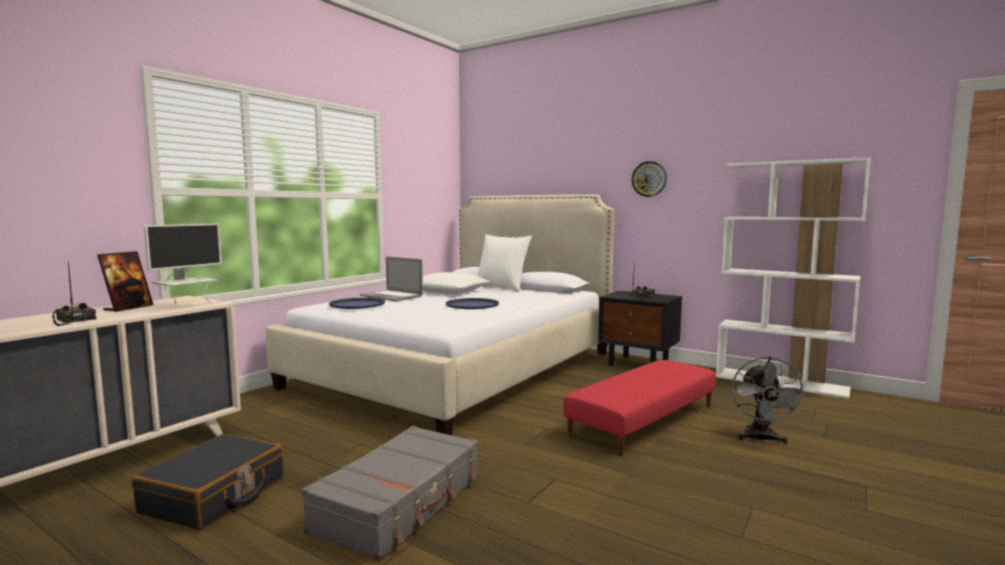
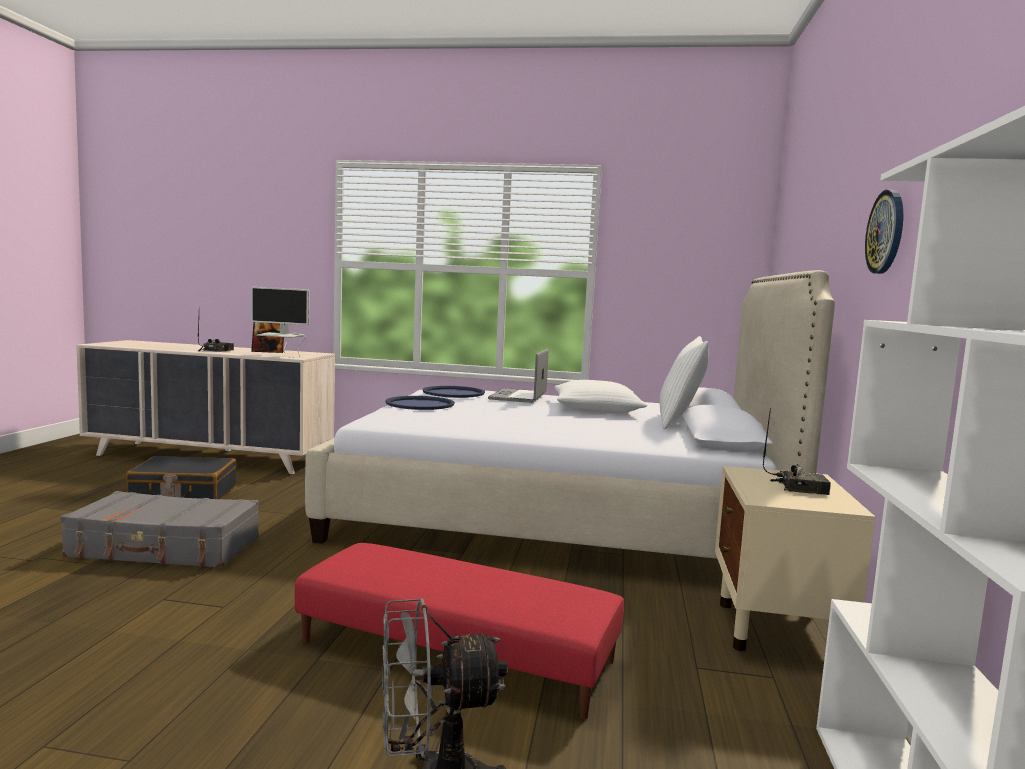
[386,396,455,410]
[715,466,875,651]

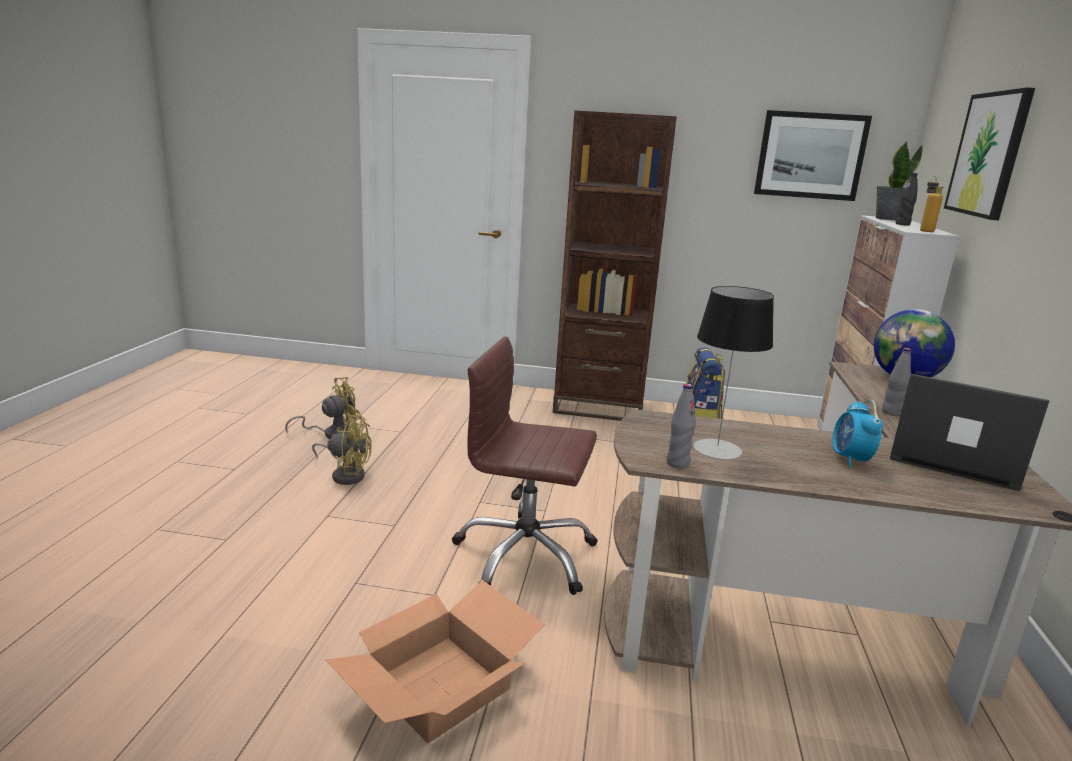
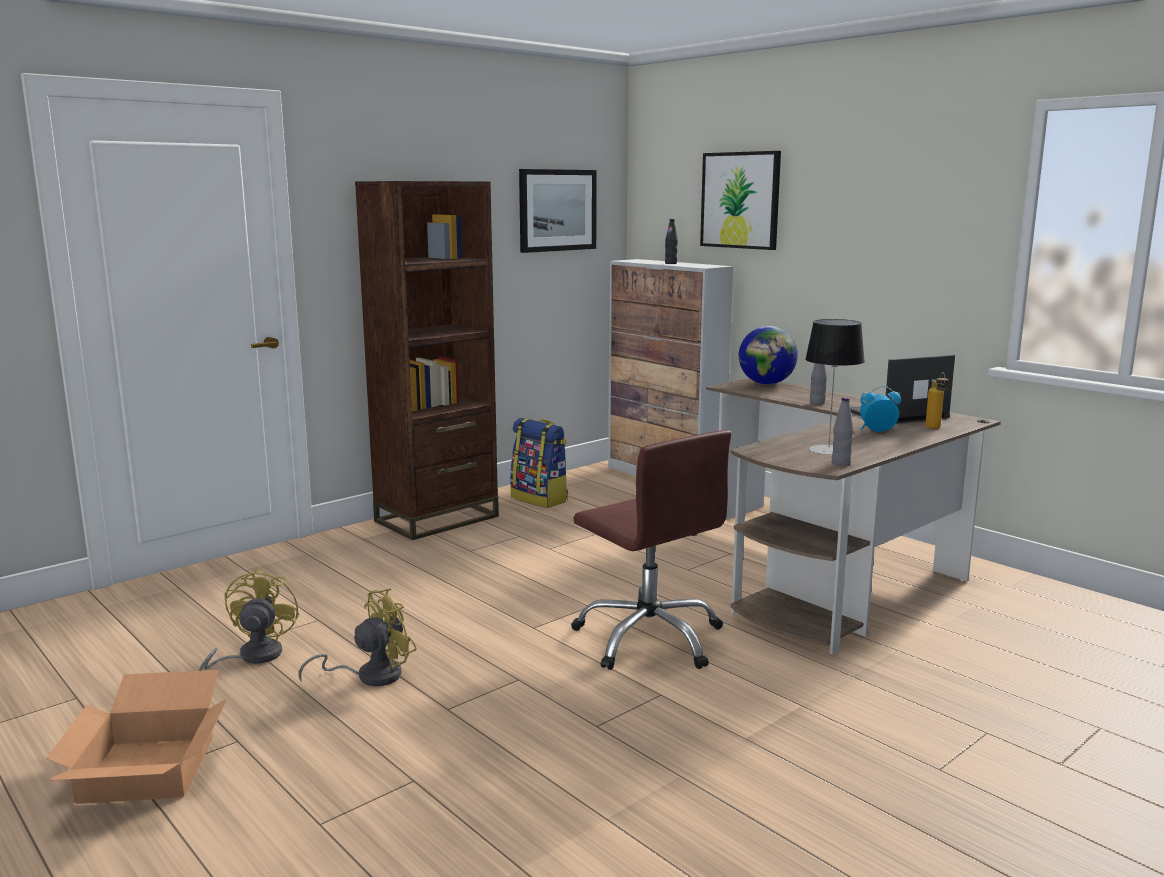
[46,670,228,804]
[571,430,731,670]
[860,386,901,432]
[925,372,948,429]
[876,140,923,221] (first image)

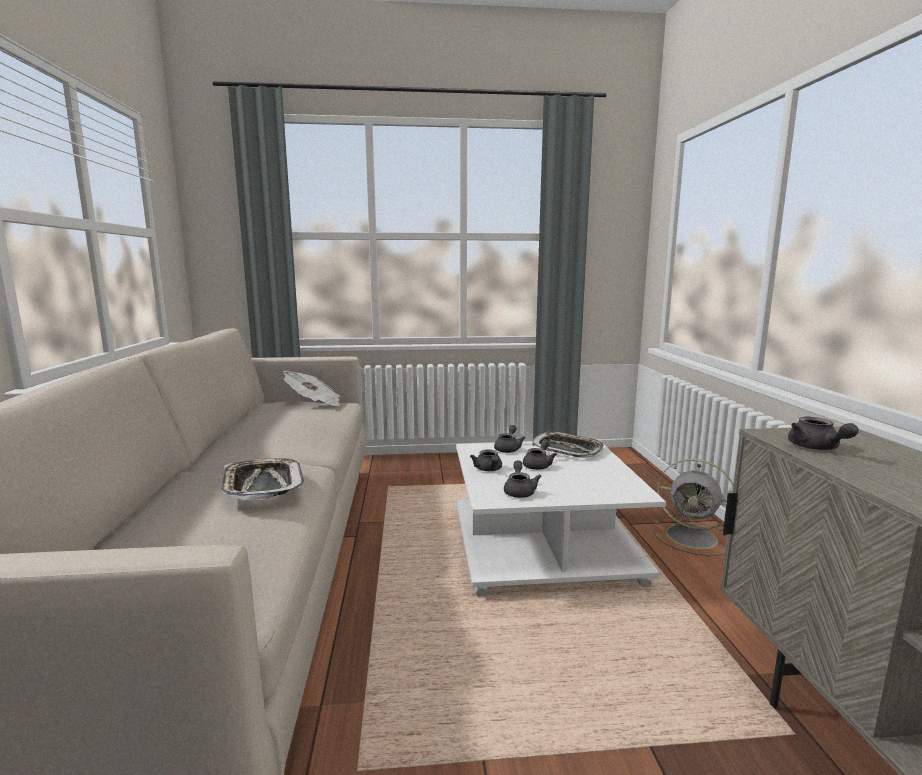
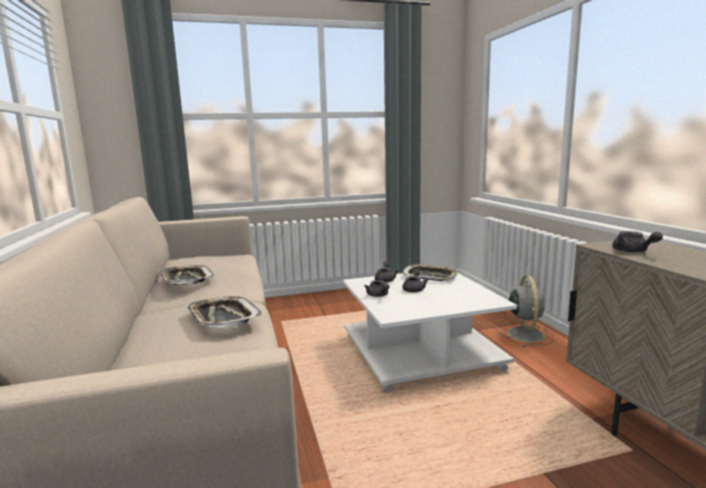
[159,265,214,285]
[497,275,554,347]
[283,371,340,406] (first image)
[504,460,542,498] (first image)

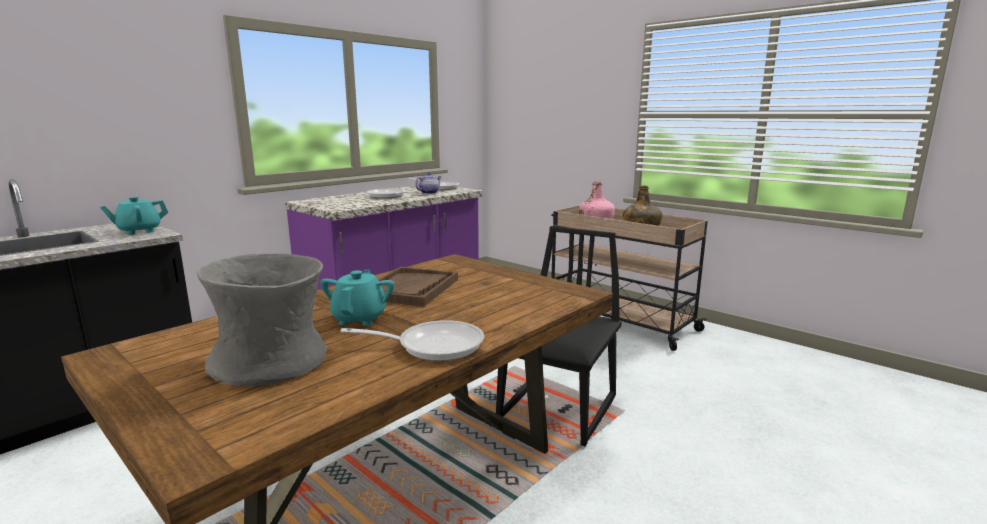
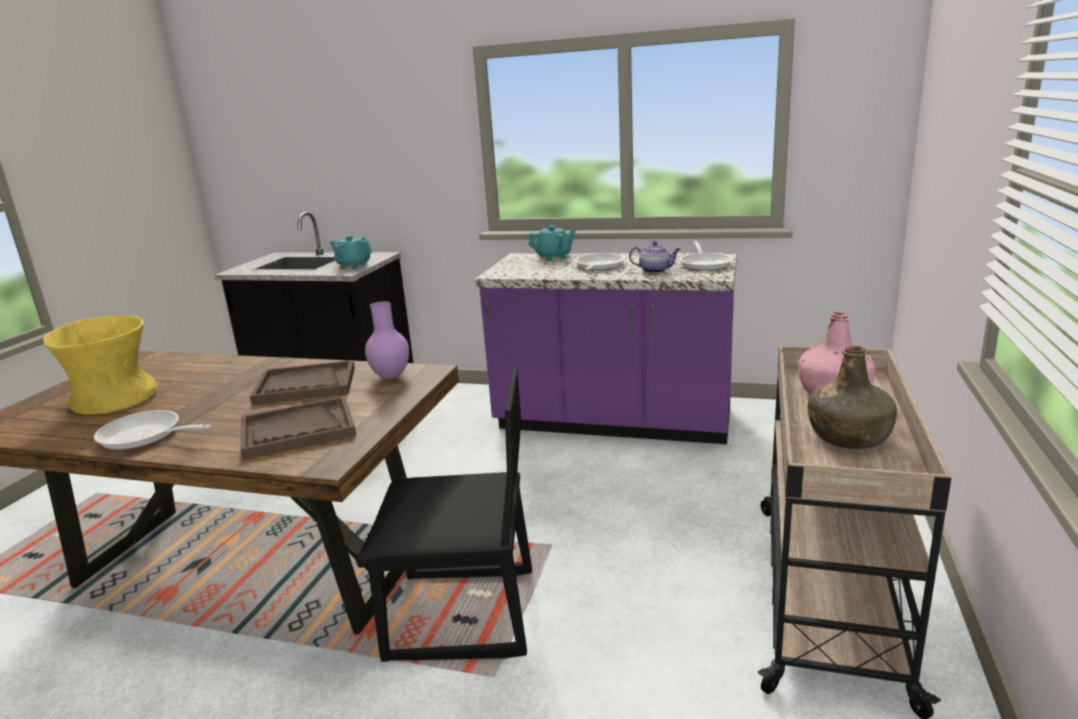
[43,315,158,414]
[94,410,212,450]
[240,396,357,460]
[365,301,409,379]
[529,225,576,261]

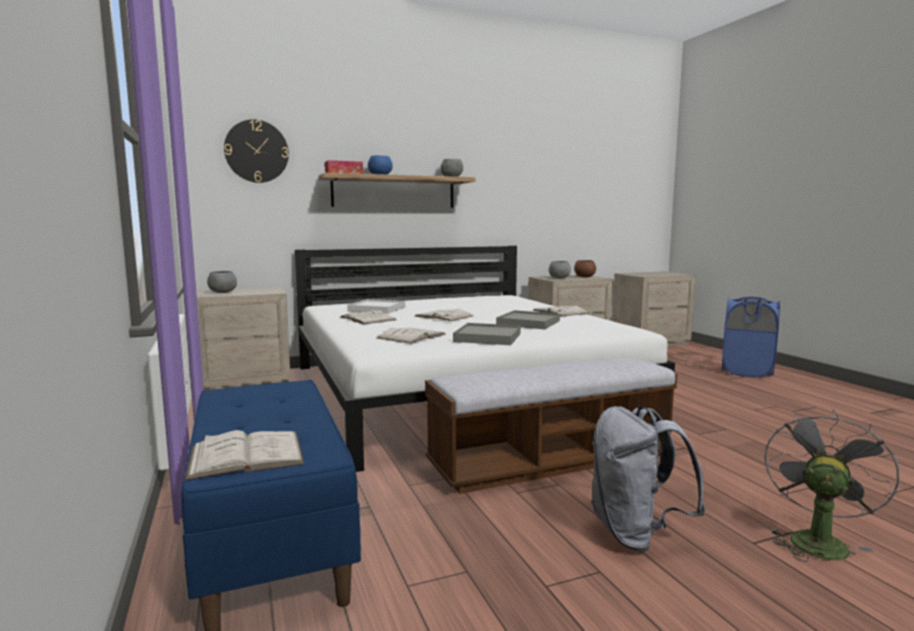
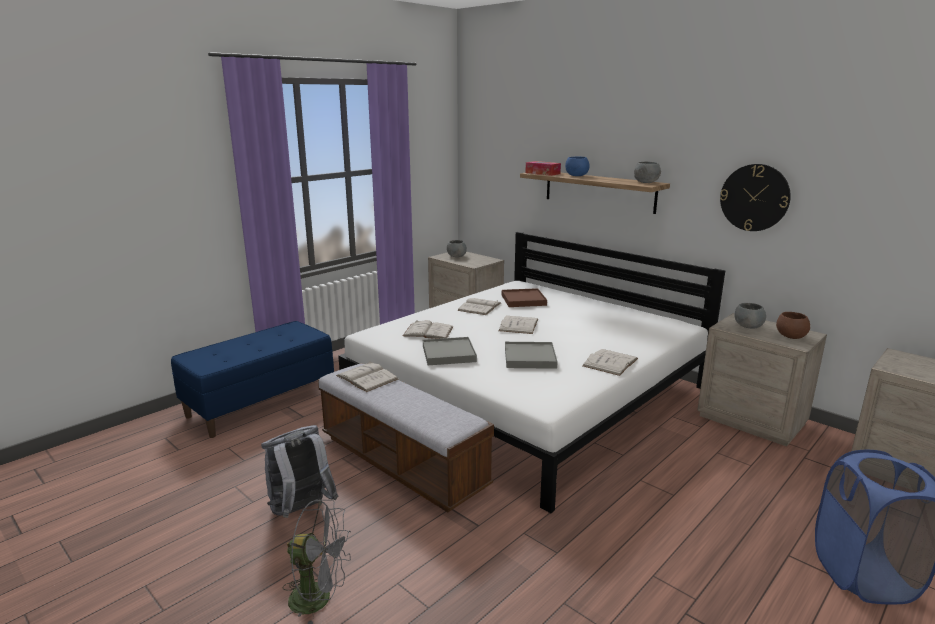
[336,361,398,392]
[502,288,547,307]
[720,164,791,231]

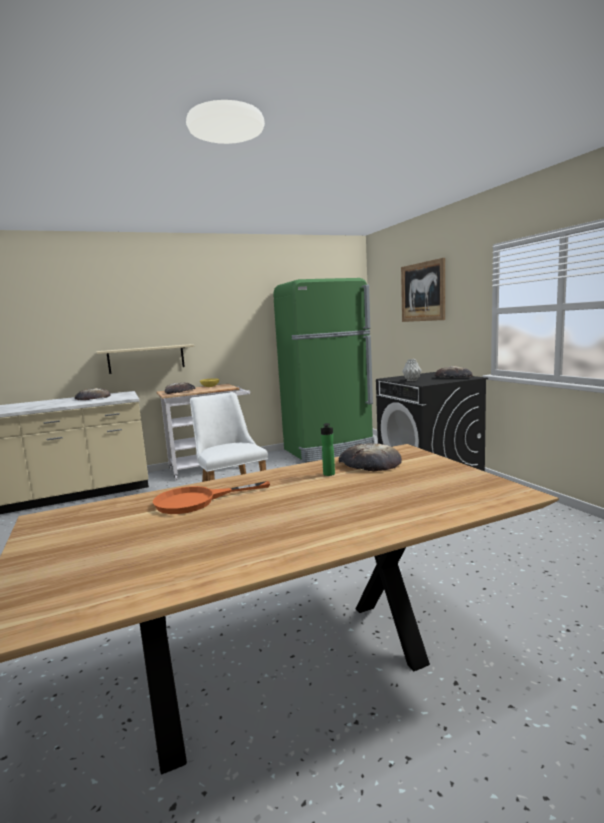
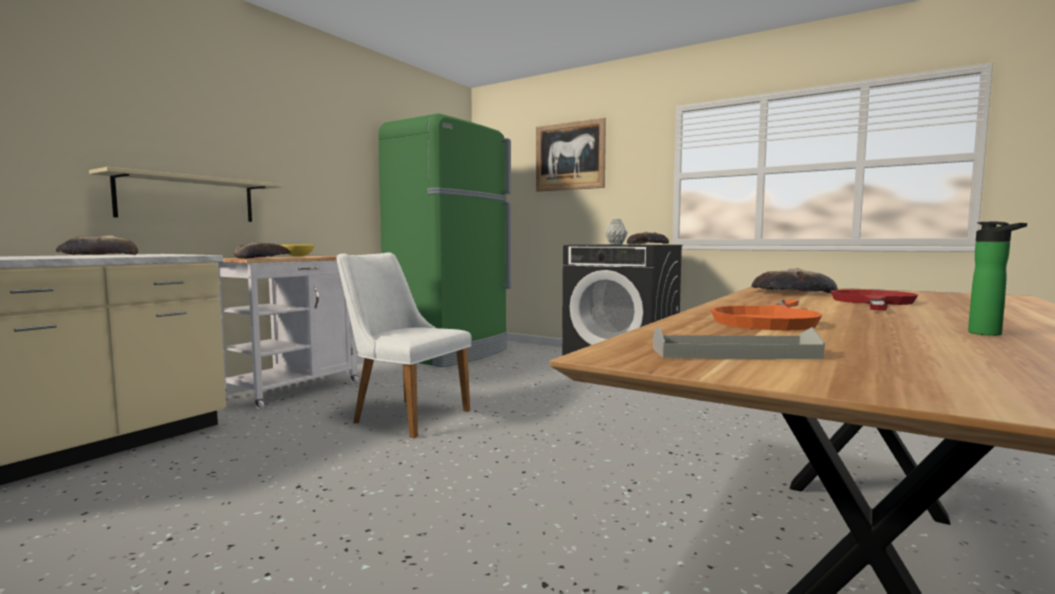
[653,327,825,359]
[830,289,919,310]
[968,222,1027,336]

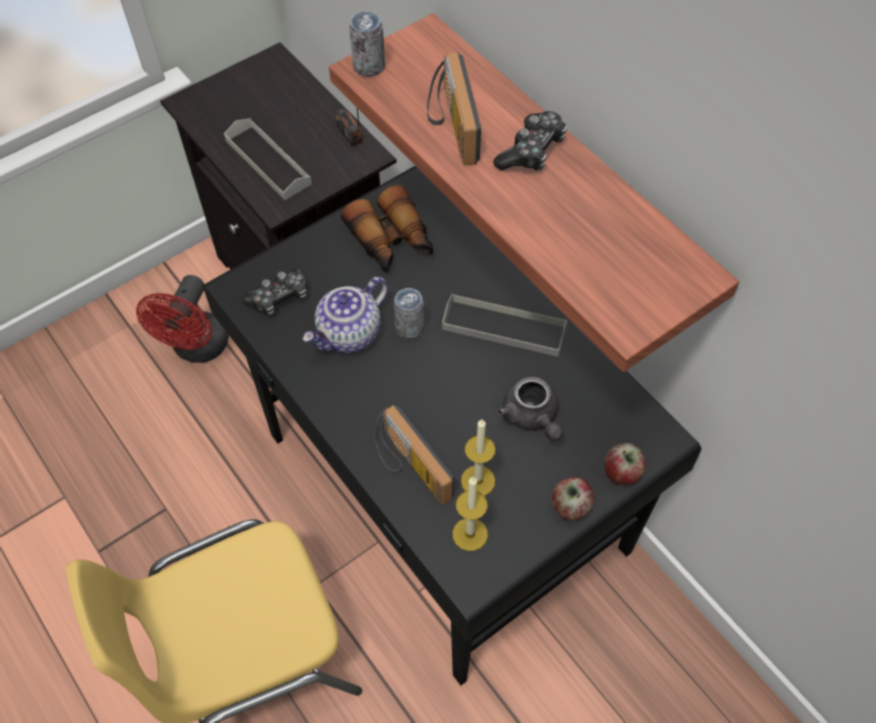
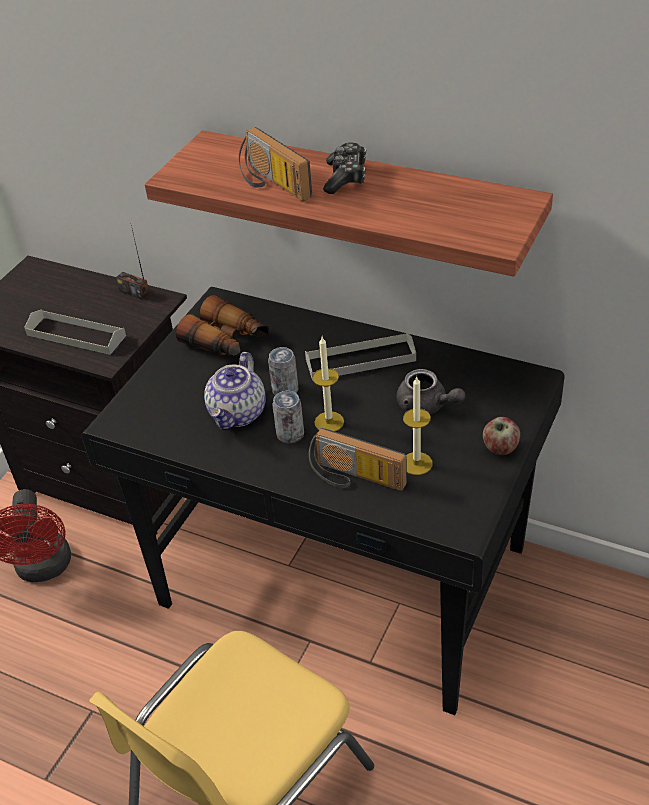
[272,391,304,443]
[312,337,344,431]
[242,269,307,316] (first image)
[604,443,646,485] (first image)

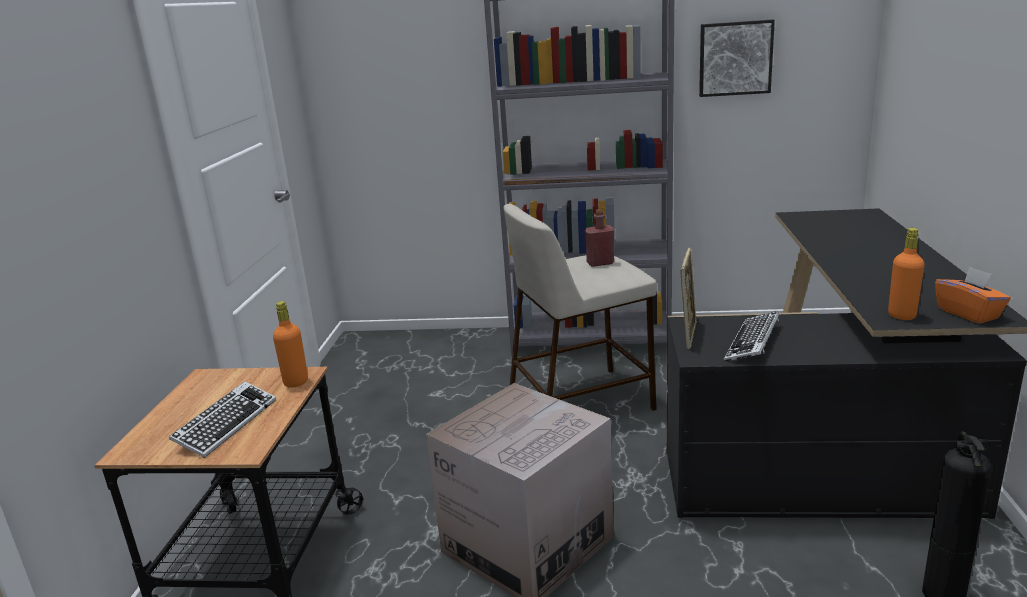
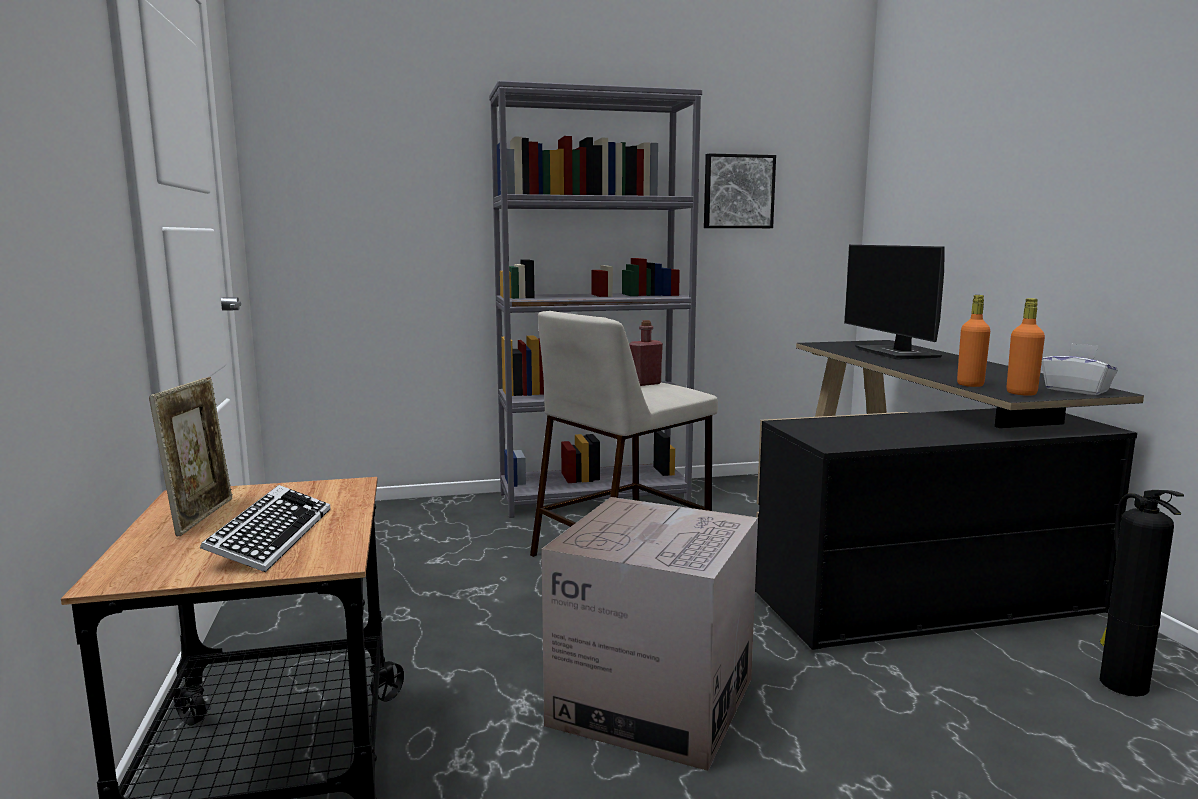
[149,377,233,536]
[844,245,945,360]
[957,295,990,387]
[1042,343,1118,395]
[724,311,779,362] (first image)

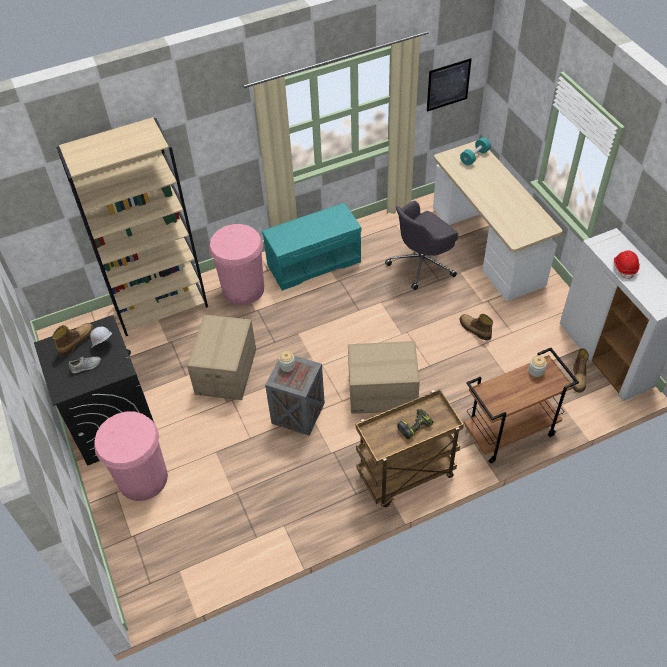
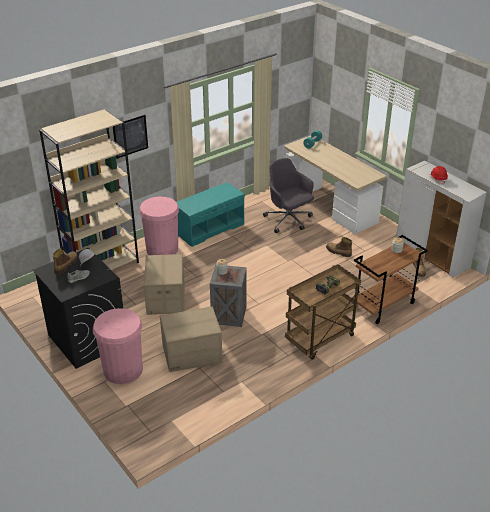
[113,115,148,159]
[160,307,223,372]
[263,158,314,233]

